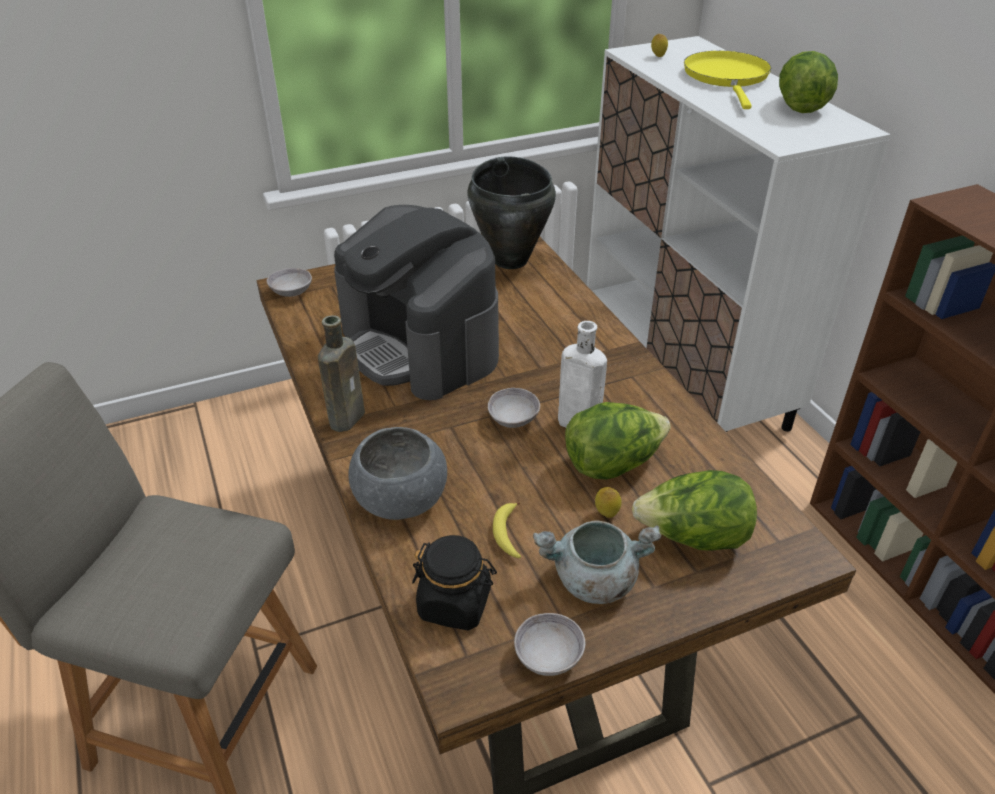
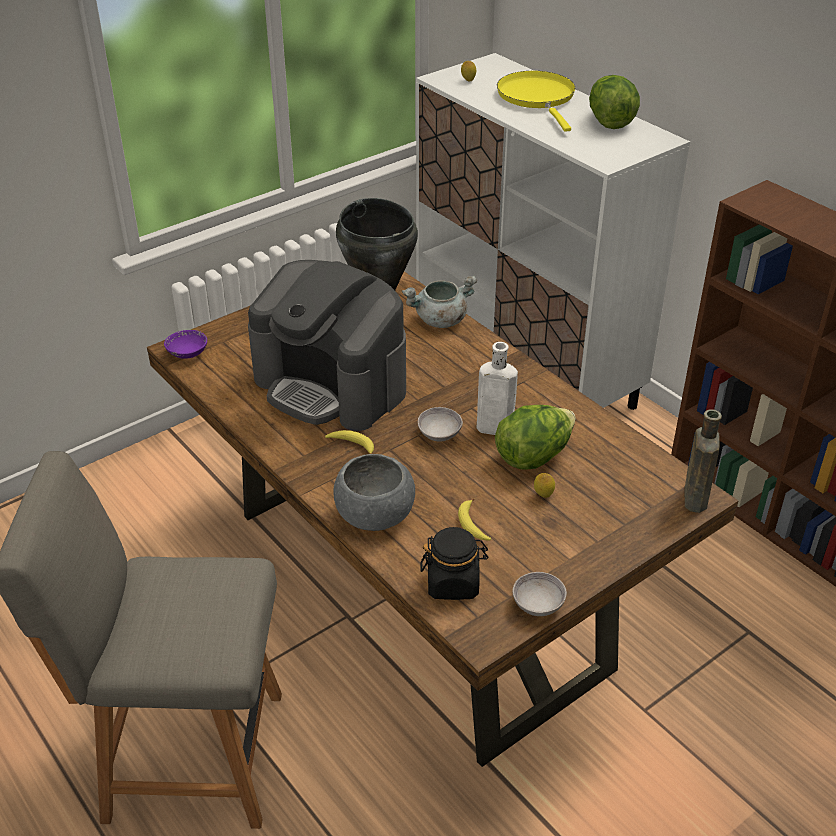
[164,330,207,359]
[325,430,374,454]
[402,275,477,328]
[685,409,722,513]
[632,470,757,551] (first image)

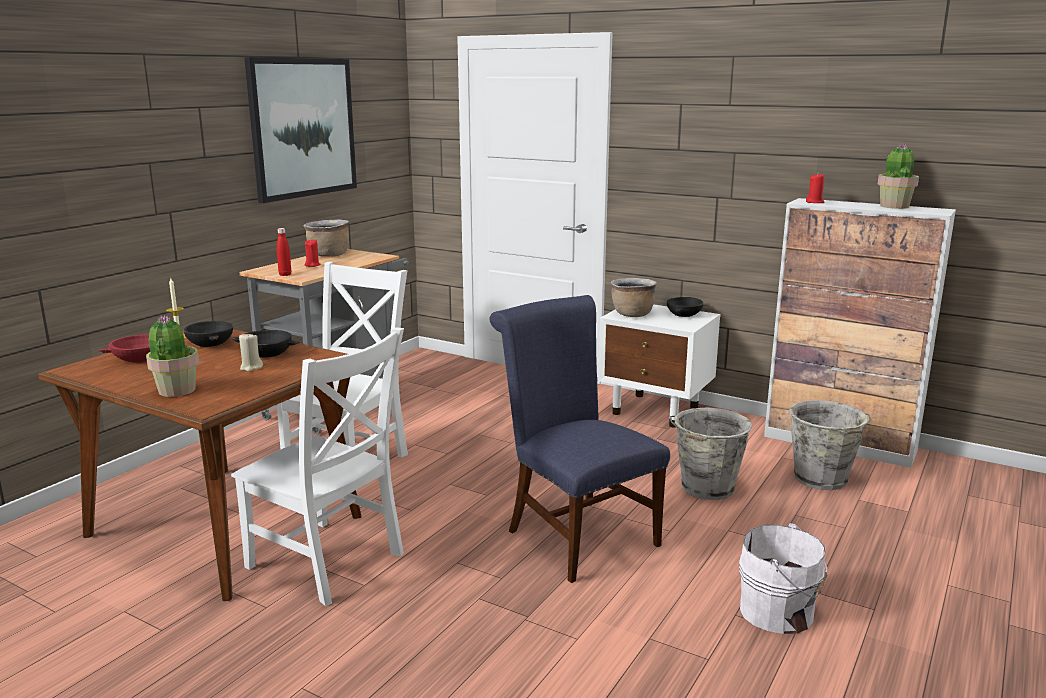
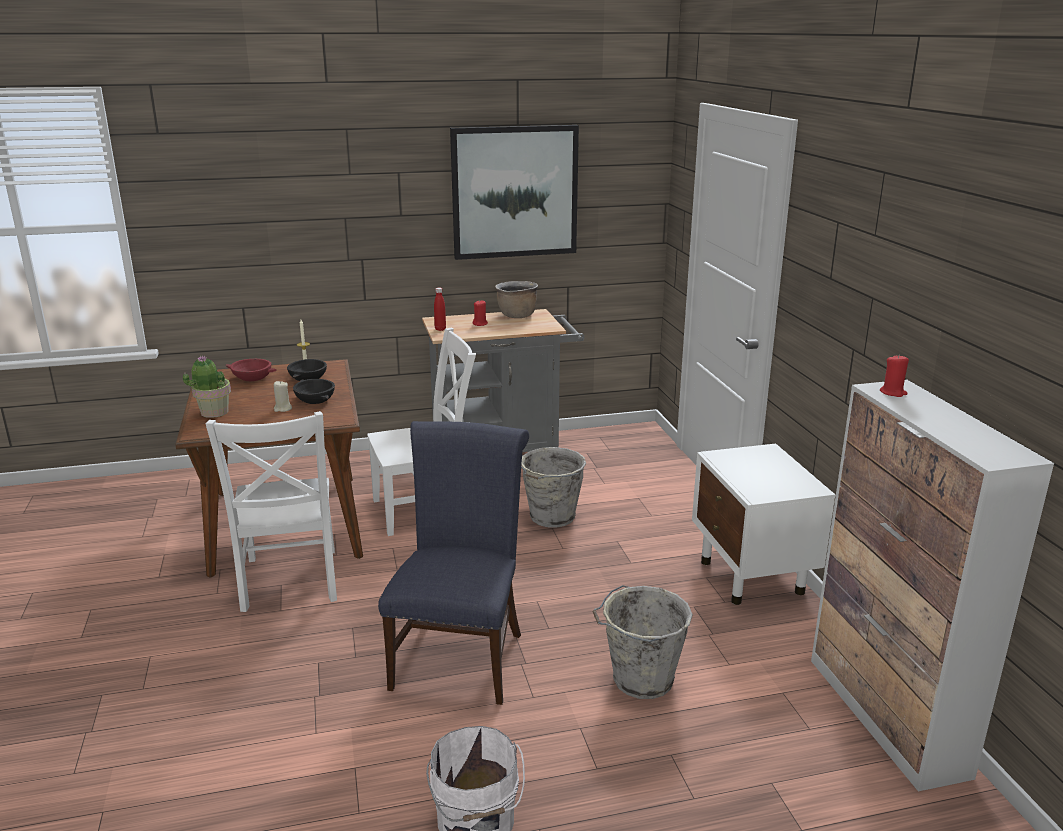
[521,447,586,528]
[611,278,657,317] (first image)
[667,297,703,317] (first image)
[878,144,919,209] (first image)

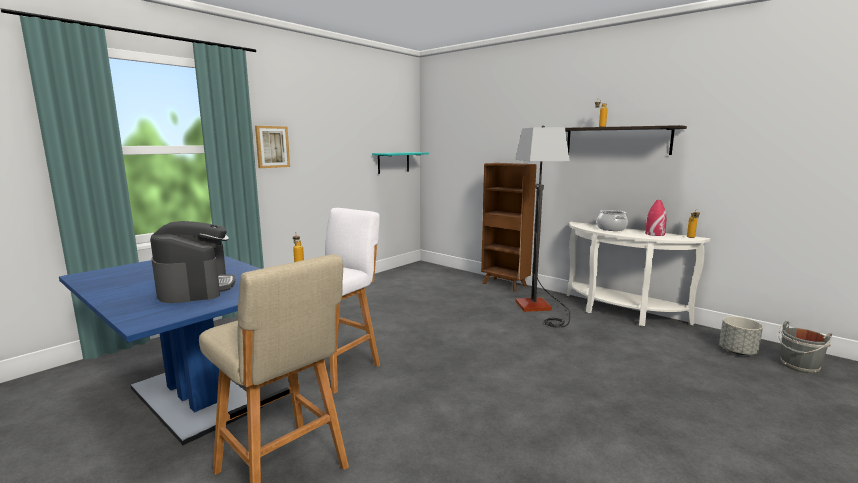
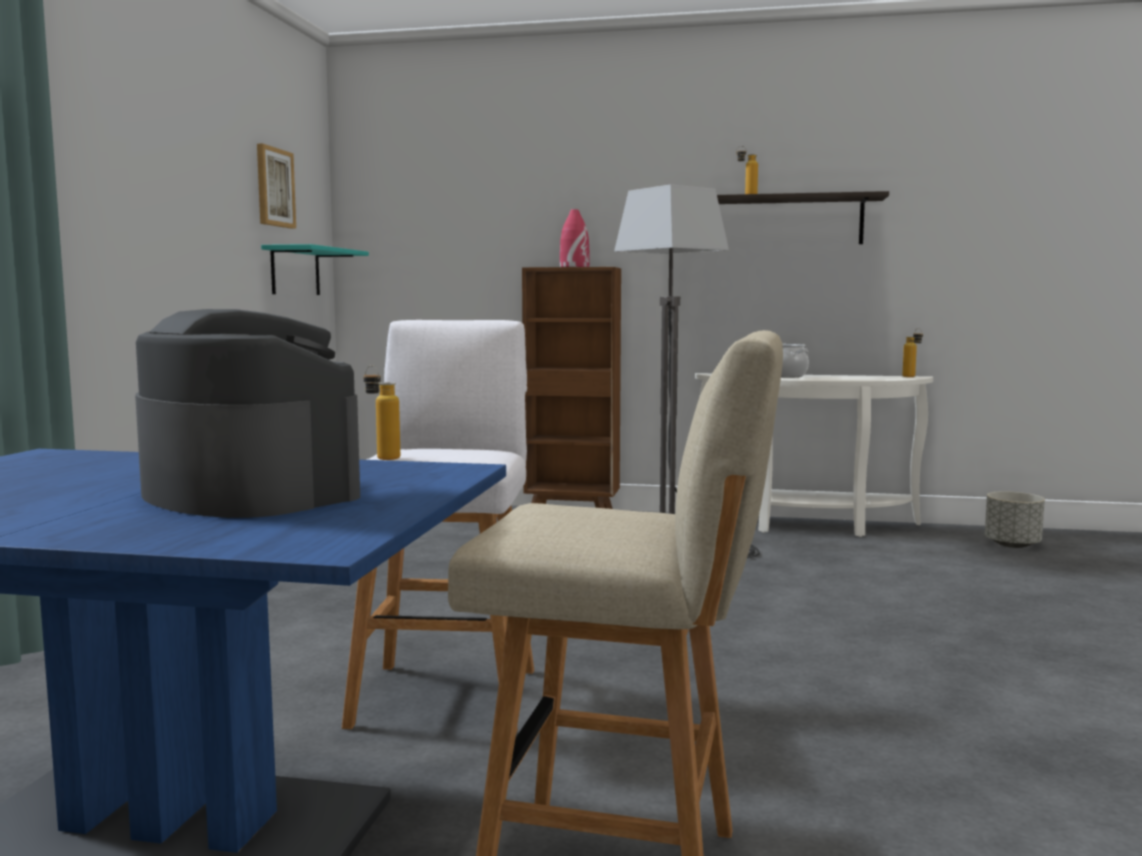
[257,143,296,229]
[560,209,589,267]
[778,321,832,374] (first image)

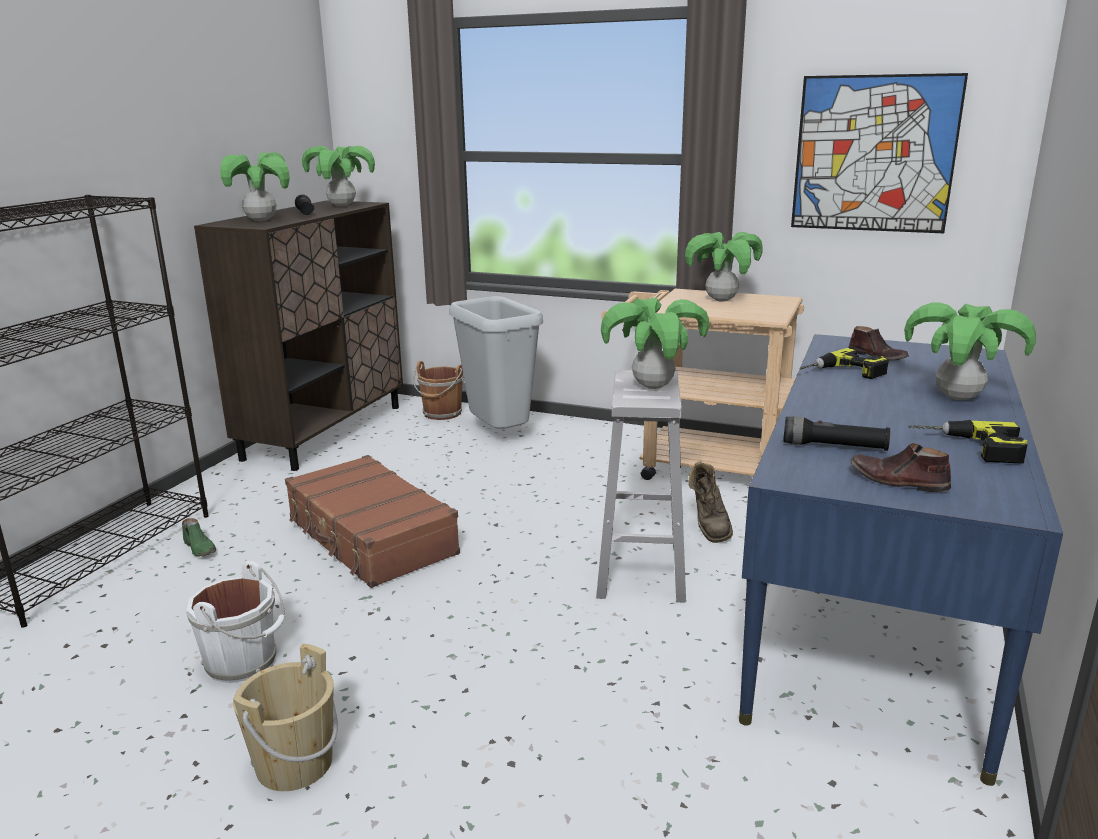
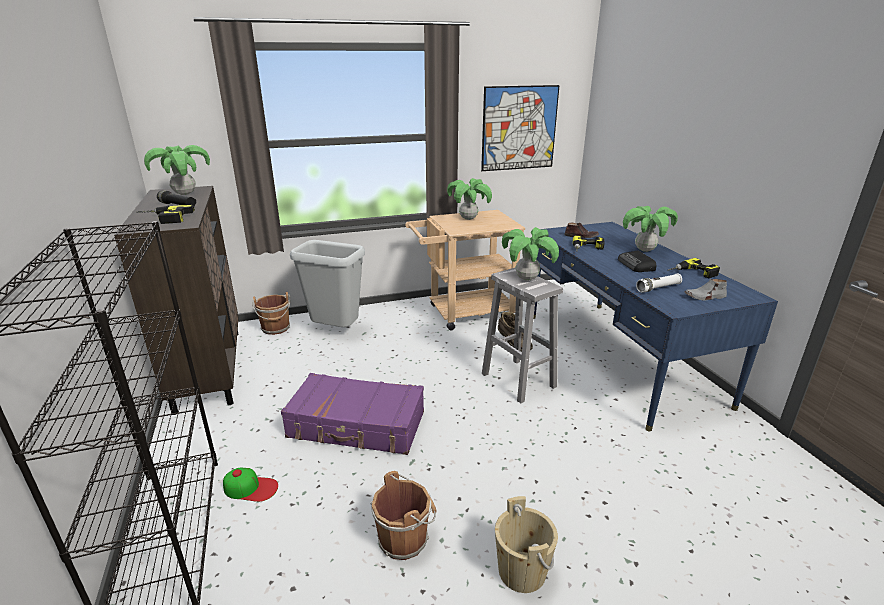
[137,205,195,224]
[223,468,278,502]
[281,373,424,455]
[370,471,437,560]
[618,251,656,272]
[636,273,682,292]
[685,279,727,301]

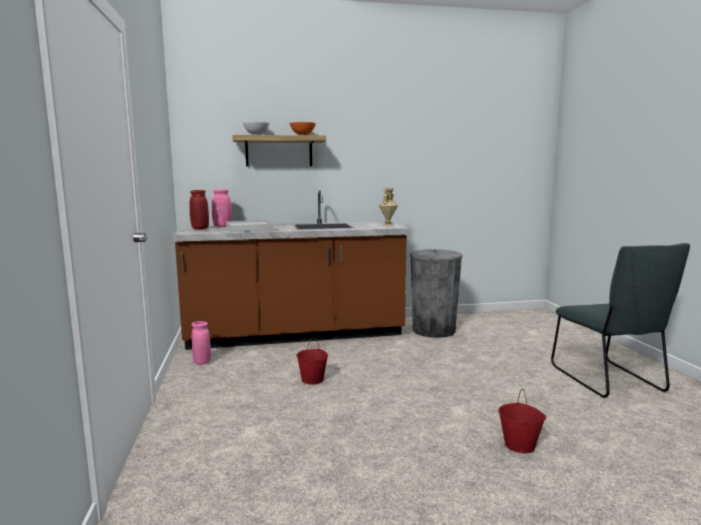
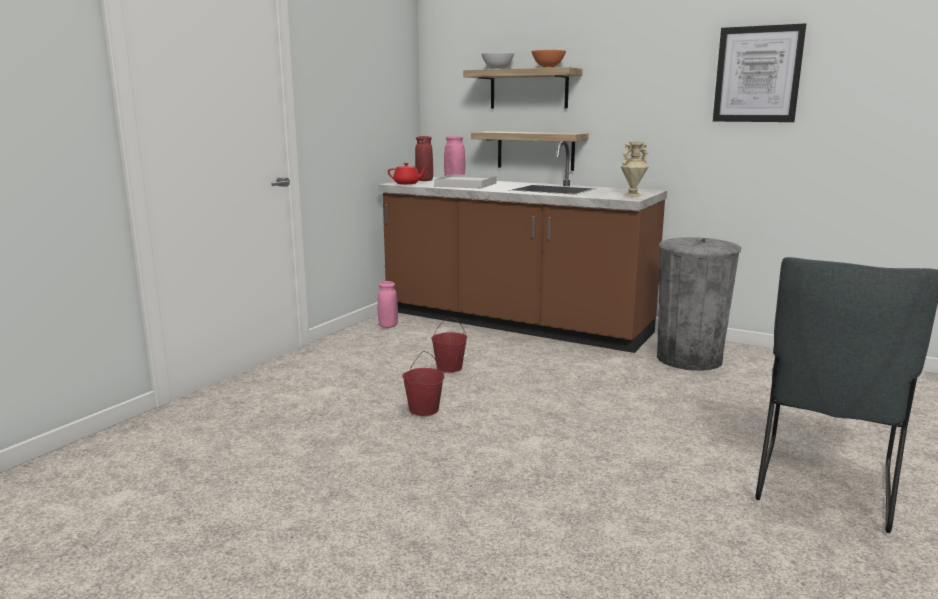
[388,163,427,184]
[402,351,444,416]
[471,131,589,171]
[713,23,806,122]

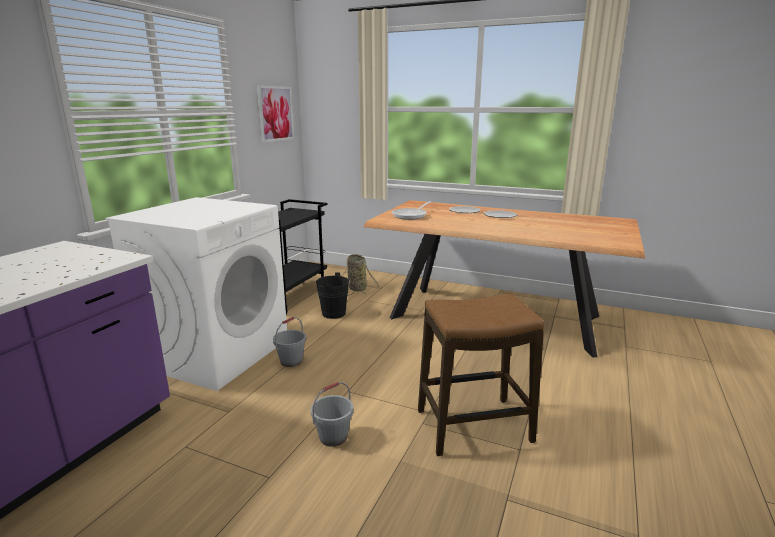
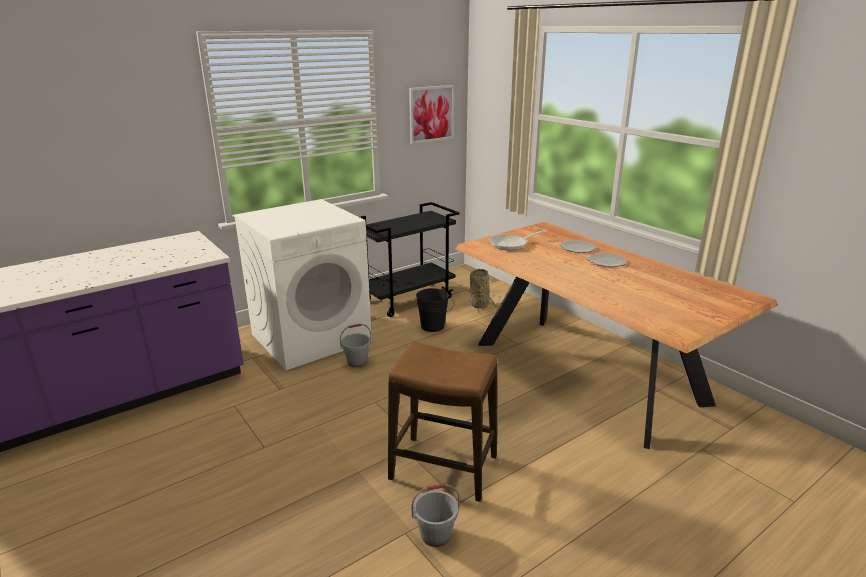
[411,484,460,547]

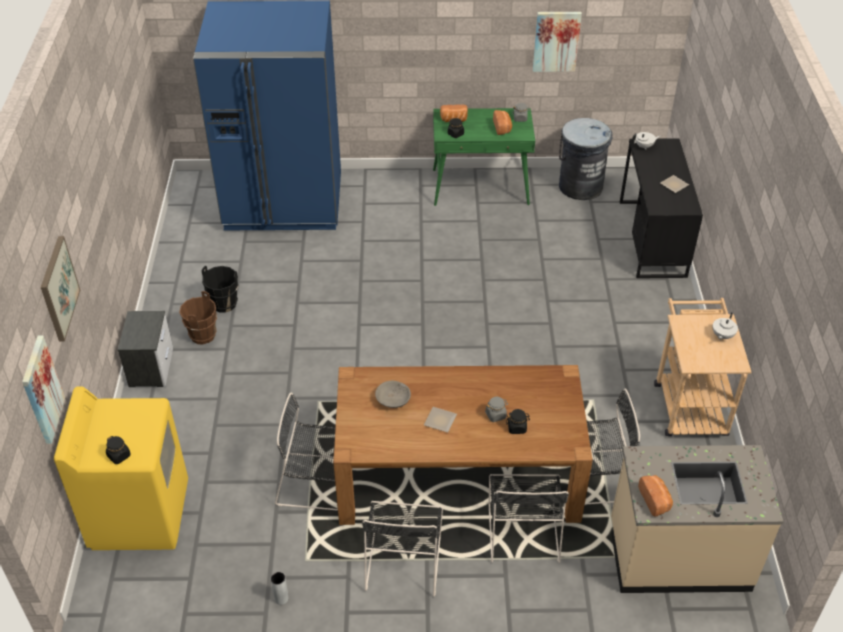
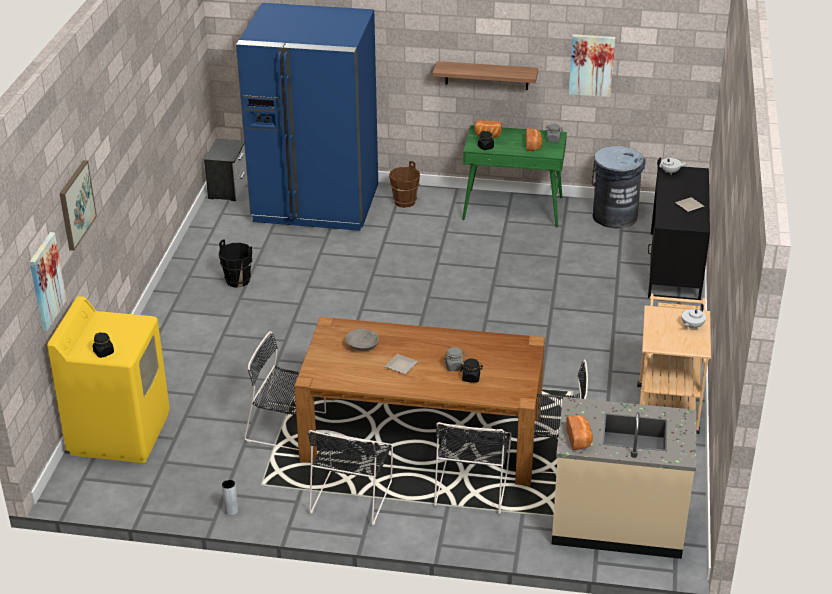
[204,138,247,201]
[389,161,420,208]
[433,61,538,90]

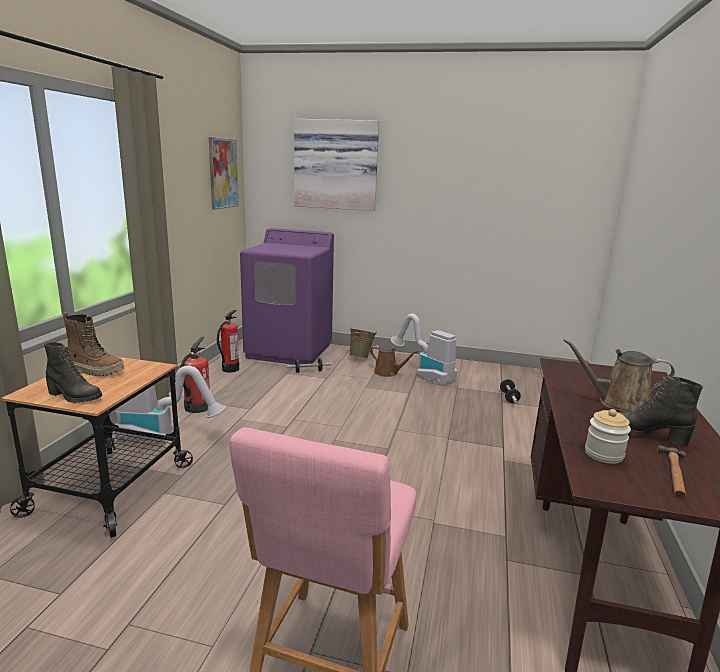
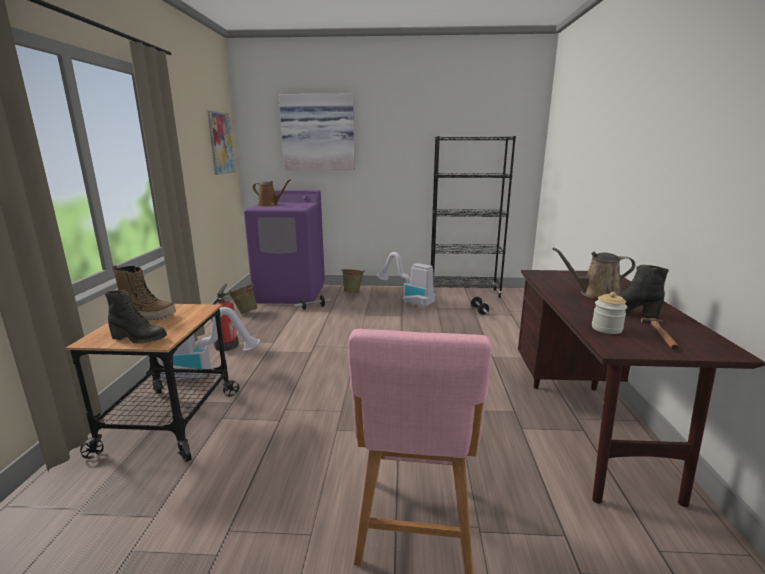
[228,283,258,314]
[253,179,291,206]
[431,136,516,298]

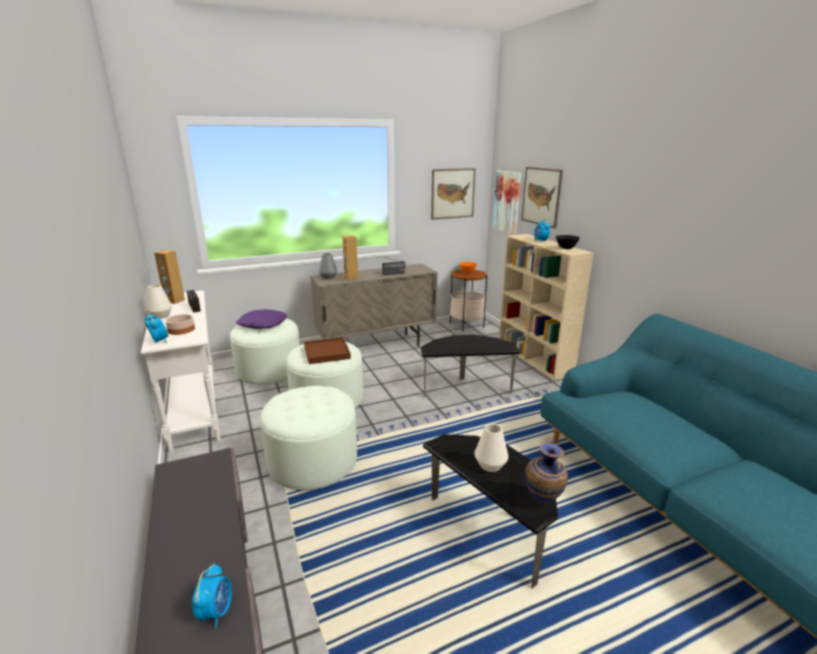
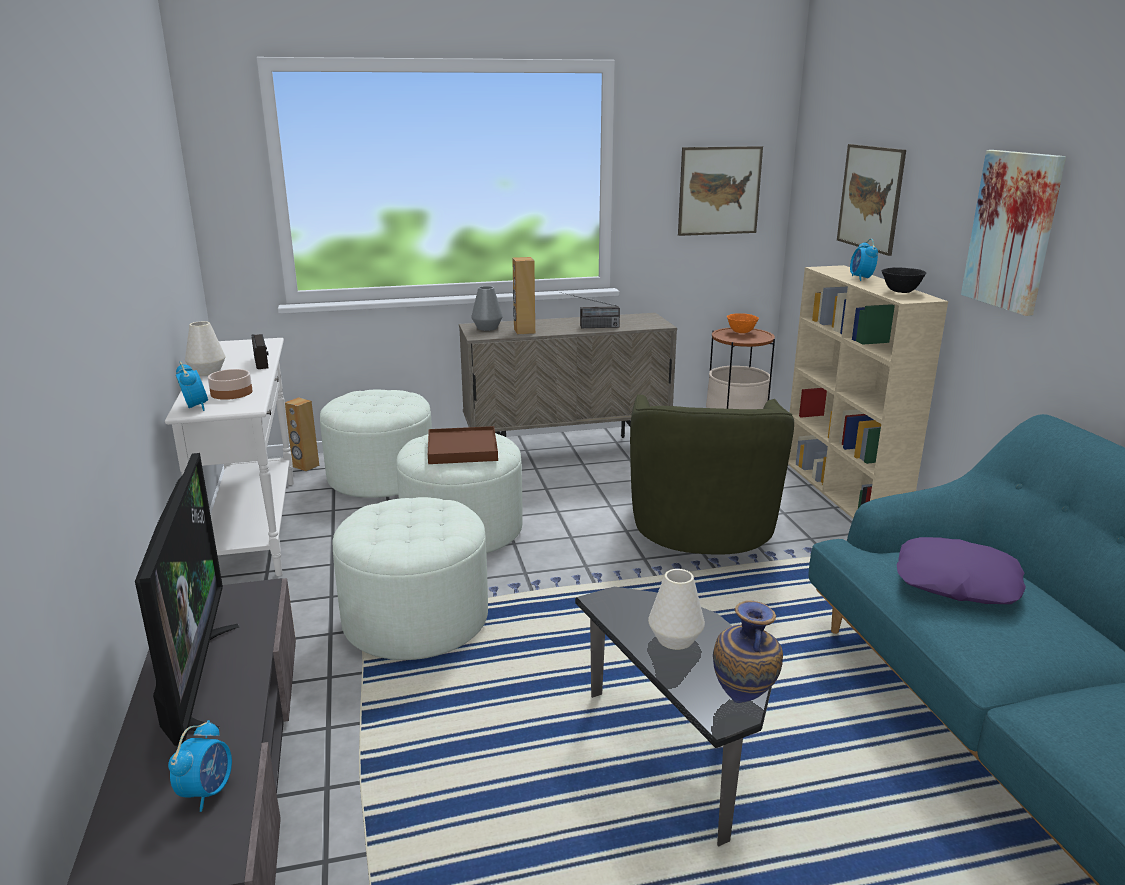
[135,453,239,746]
[285,397,319,471]
[630,394,794,555]
[897,537,1026,604]
[961,150,1066,316]

